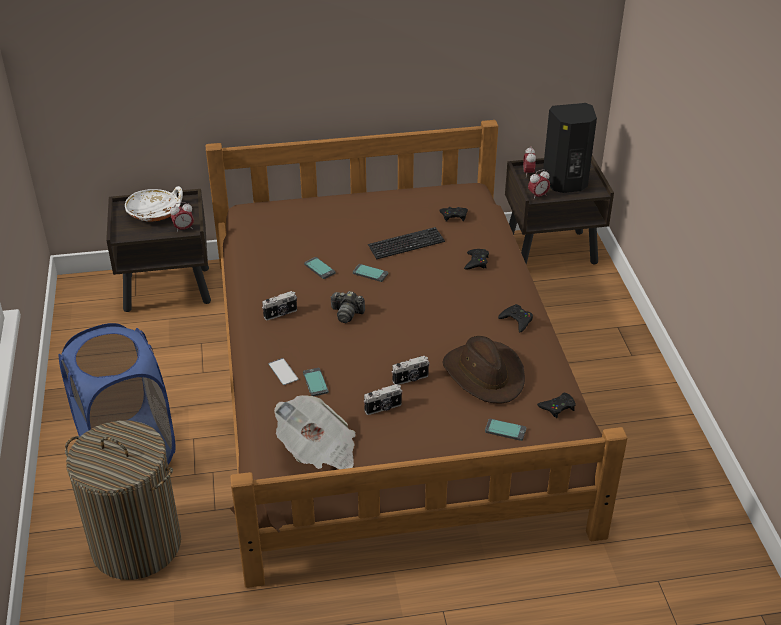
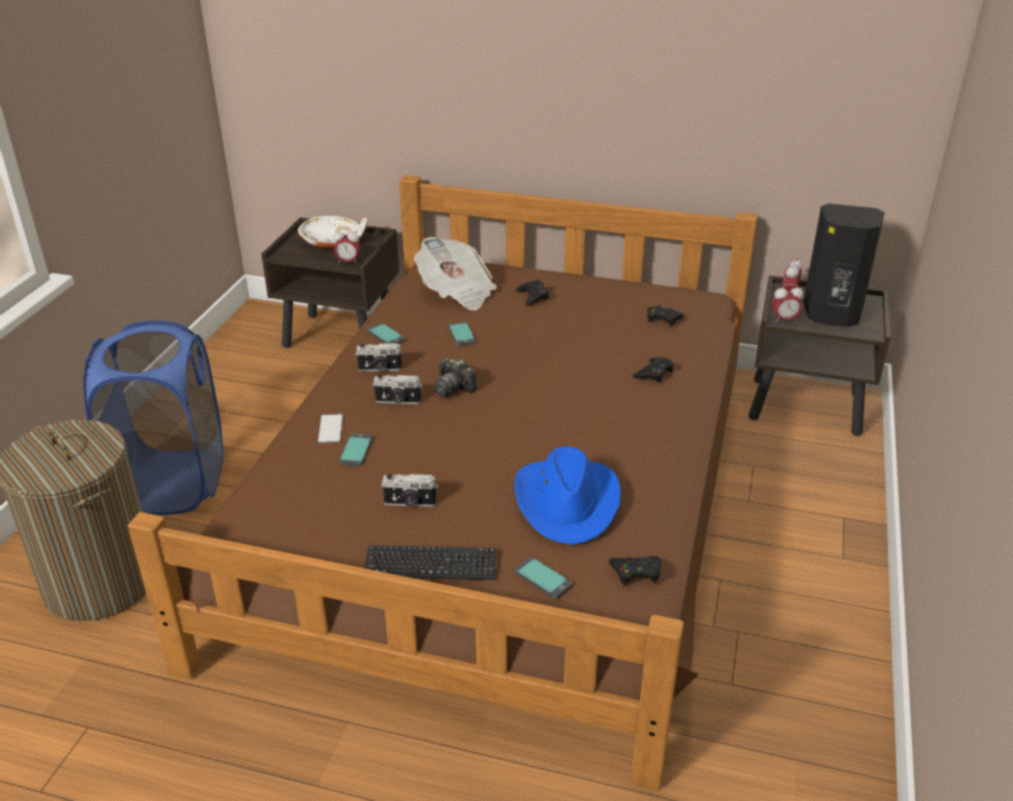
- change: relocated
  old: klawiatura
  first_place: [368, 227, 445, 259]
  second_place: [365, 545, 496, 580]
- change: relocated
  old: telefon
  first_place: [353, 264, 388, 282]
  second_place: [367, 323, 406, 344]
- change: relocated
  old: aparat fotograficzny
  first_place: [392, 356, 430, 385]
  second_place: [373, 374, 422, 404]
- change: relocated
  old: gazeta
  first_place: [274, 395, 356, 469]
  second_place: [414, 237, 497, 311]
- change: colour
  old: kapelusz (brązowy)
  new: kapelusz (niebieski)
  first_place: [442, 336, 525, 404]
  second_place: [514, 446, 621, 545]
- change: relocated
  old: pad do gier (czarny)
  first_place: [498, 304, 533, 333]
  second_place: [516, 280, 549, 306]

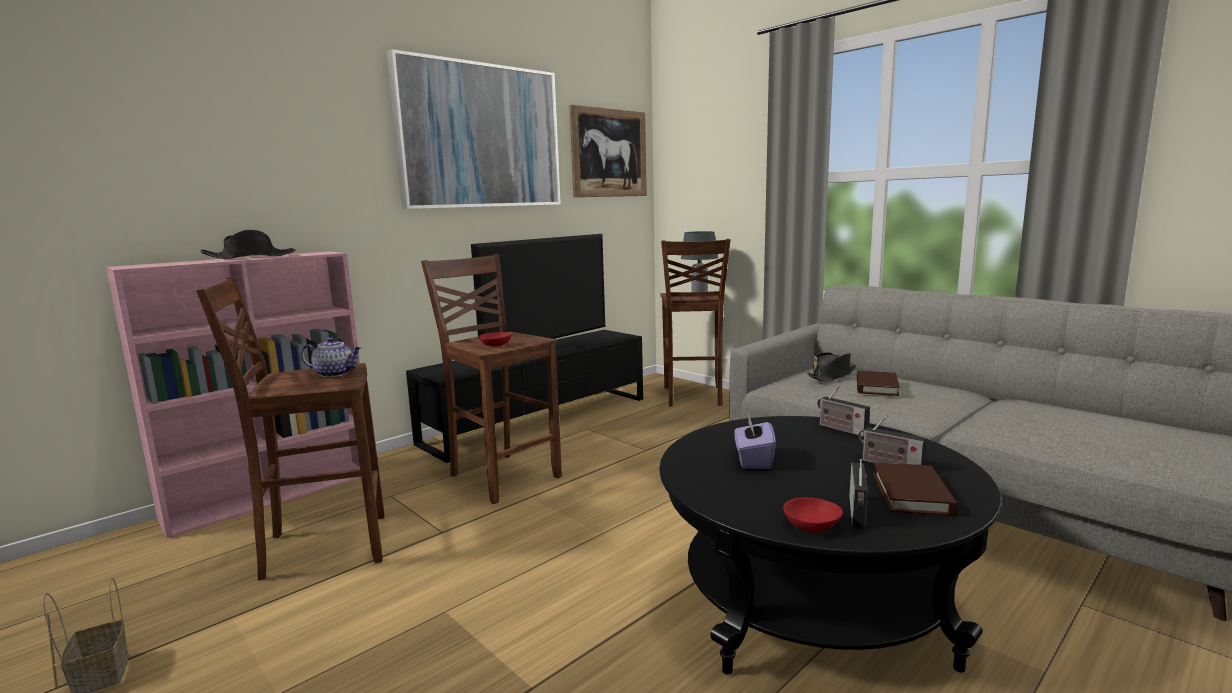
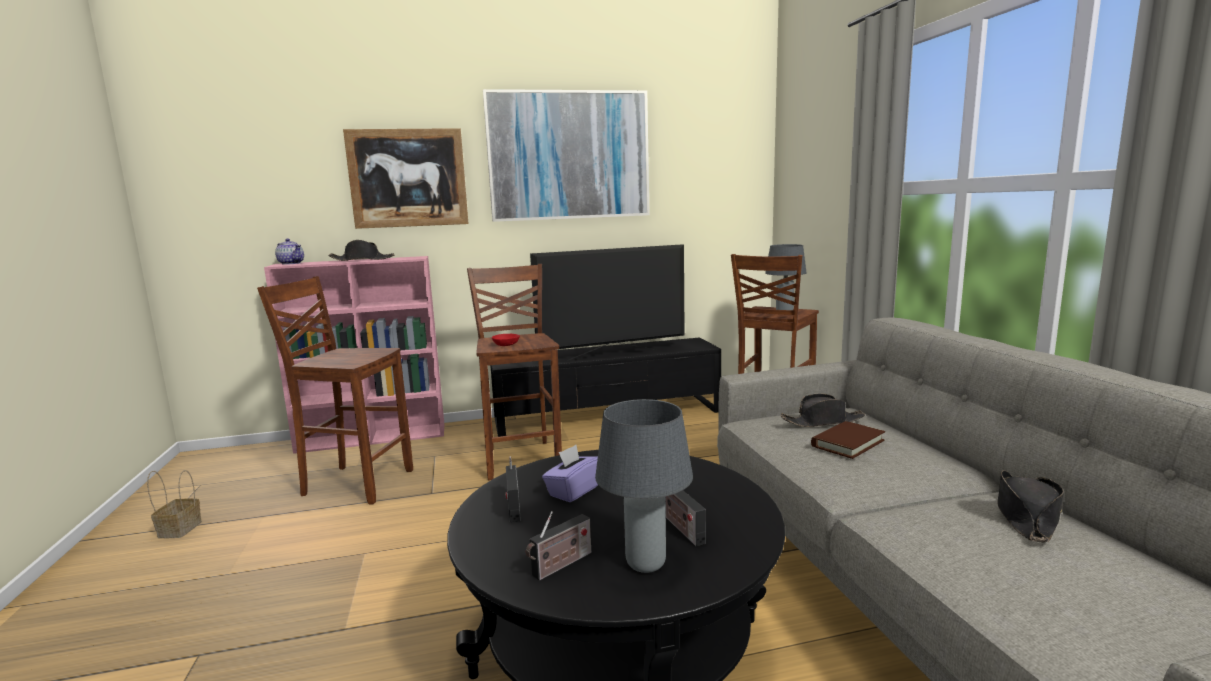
- change: relocated
  old: imbryk
  first_place: [301, 337, 362, 377]
  second_place: [275, 238, 304, 265]
- change: relocated
  old: obraz
  first_place: [569, 105, 647, 197]
  second_place: [343, 128, 468, 229]
- change: relocated
  old: radio
  first_place: [817, 386, 870, 437]
  second_place: [506, 456, 521, 522]
- change: exchanged
  old: książka (brązowy)
  new: lampa stołowa (szary)
  first_place: [873, 463, 958, 516]
  second_place: [595, 399, 693, 573]
- change: appeared
  new: kapelusz (czarny)
  second_place: [998, 470, 1064, 542]
- change: missing
  old: miska (czerwony)
  first_place: [783, 497, 843, 533]

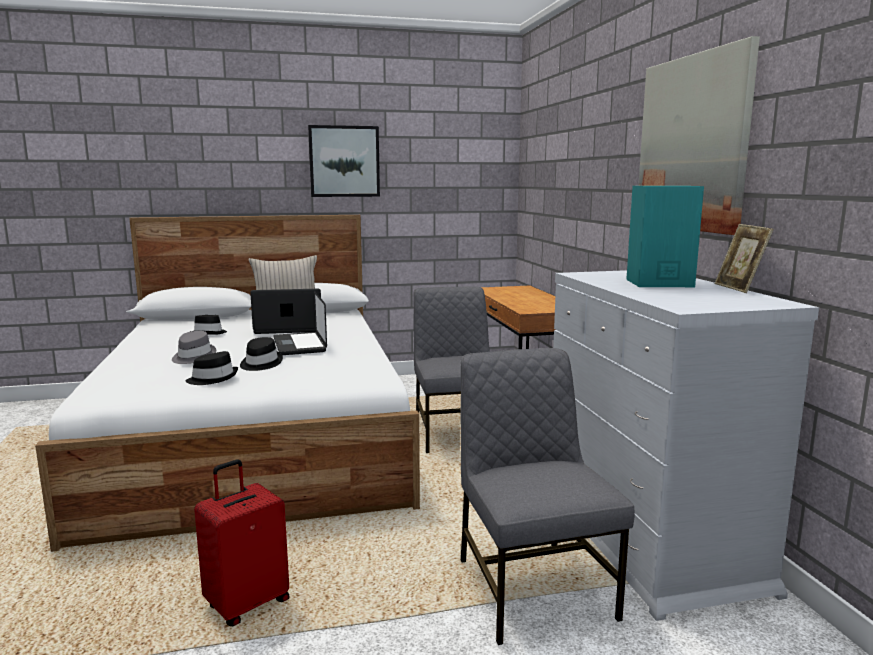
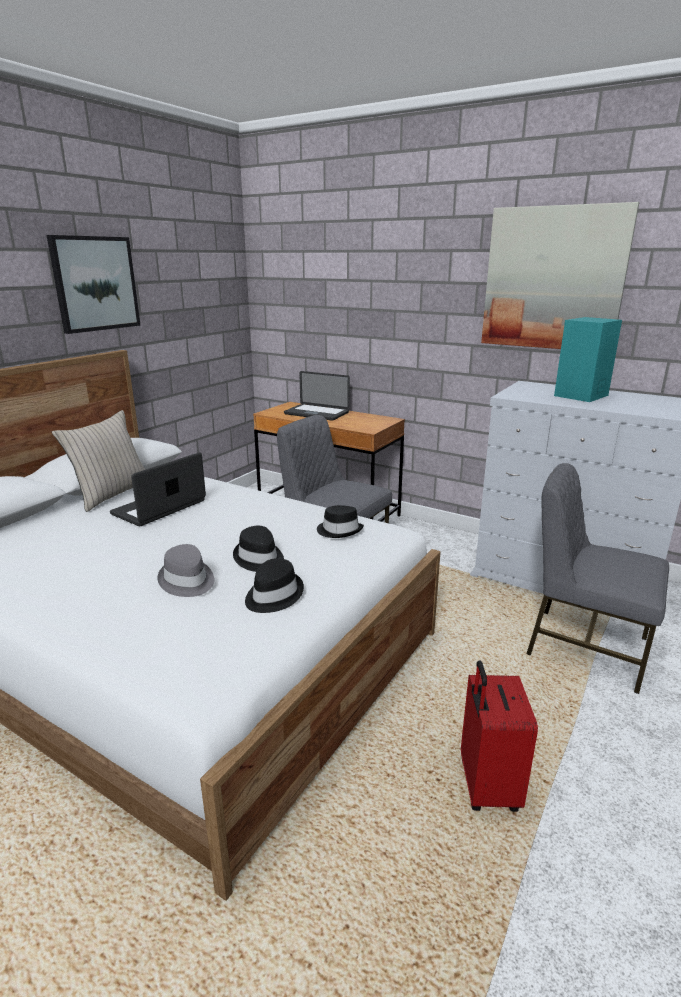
- change: relocated
  old: laptop
  first_place: [273, 291, 327, 355]
  second_place: [284, 371, 350, 421]
- change: relocated
  old: kapelusz (czarny)
  first_place: [190, 315, 227, 335]
  second_place: [317, 505, 364, 538]
- change: missing
  old: ramka na zdjęcie
  first_place: [715, 224, 774, 293]

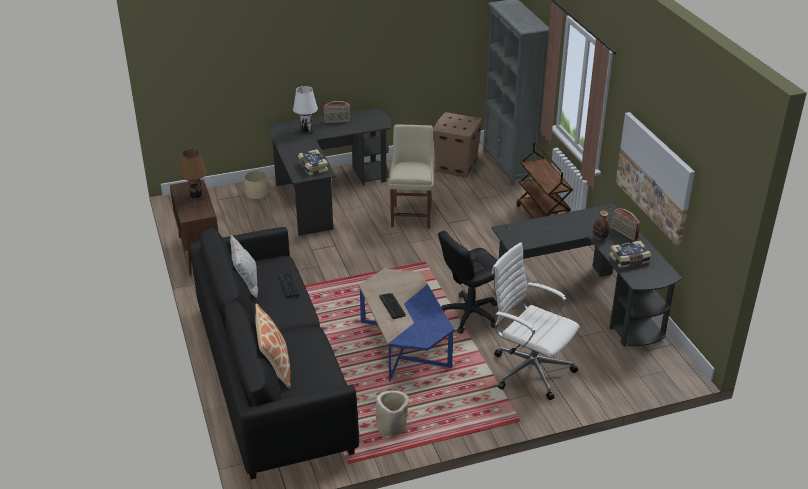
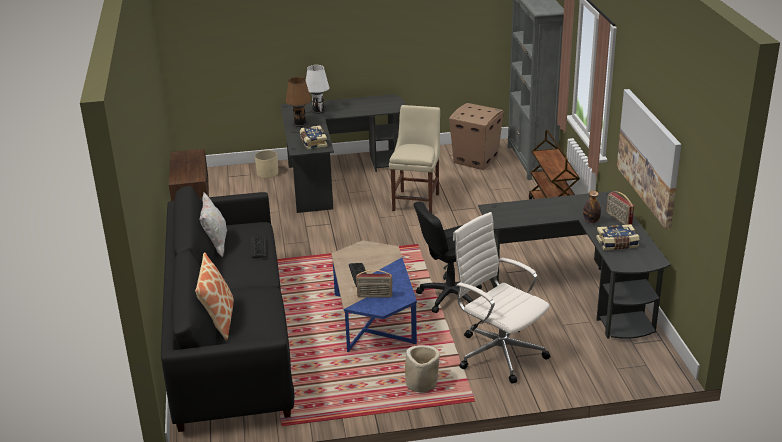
- change: relocated
  old: lampa stołowa (brązowy)
  first_place: [179, 149, 208, 209]
  second_place: [285, 77, 311, 133]
- change: relocated
  old: radio
  first_place: [323, 101, 350, 123]
  second_place: [356, 270, 393, 298]
- change: relocated
  old: donica (beżowy)
  first_place: [376, 391, 409, 436]
  second_place: [405, 345, 440, 392]

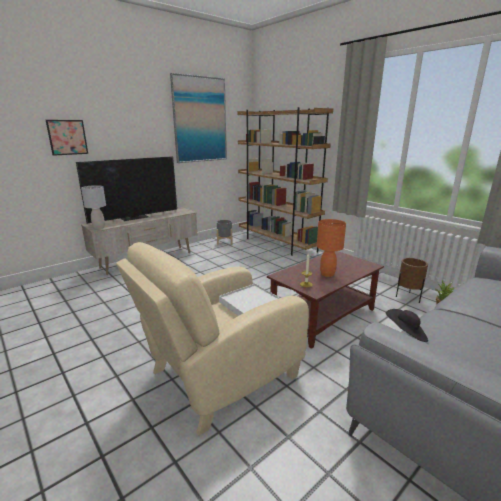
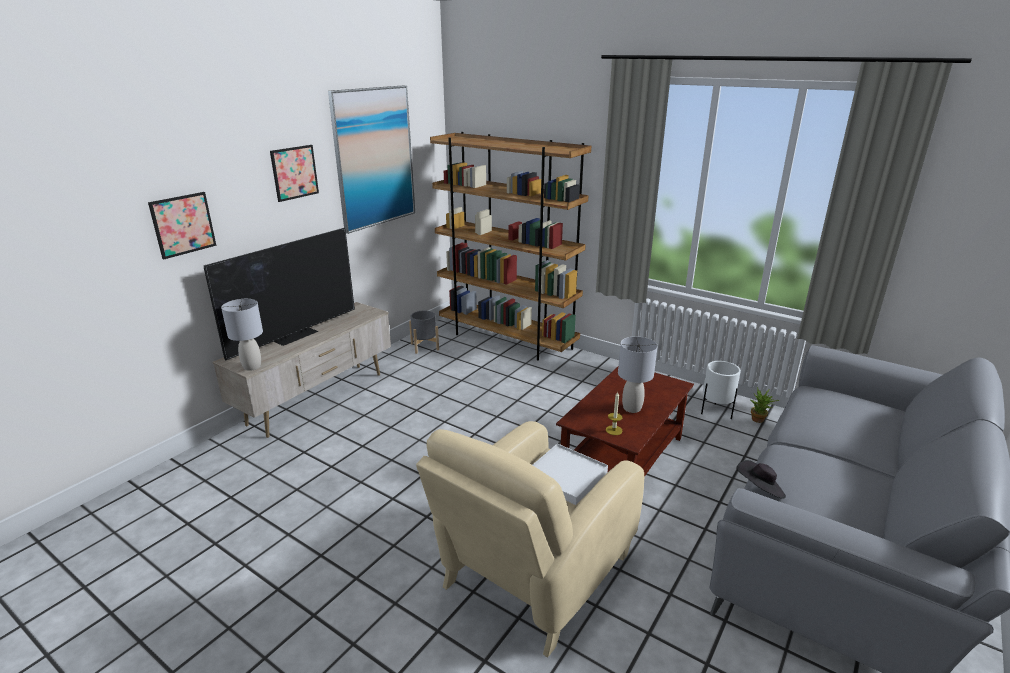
- change: appeared
  new: obraz
  second_place: [270, 145, 319, 202]
- change: colour
  old: lampa stołowa (pomarańczowy)
  new: lampa stołowa (szary)
  first_place: [317, 219, 346, 277]
  second_place: [618, 336, 657, 413]
- change: colour
  old: donica (brązowy)
  new: donica (biały)
  first_place: [396, 258, 428, 303]
  second_place: [701, 361, 741, 419]

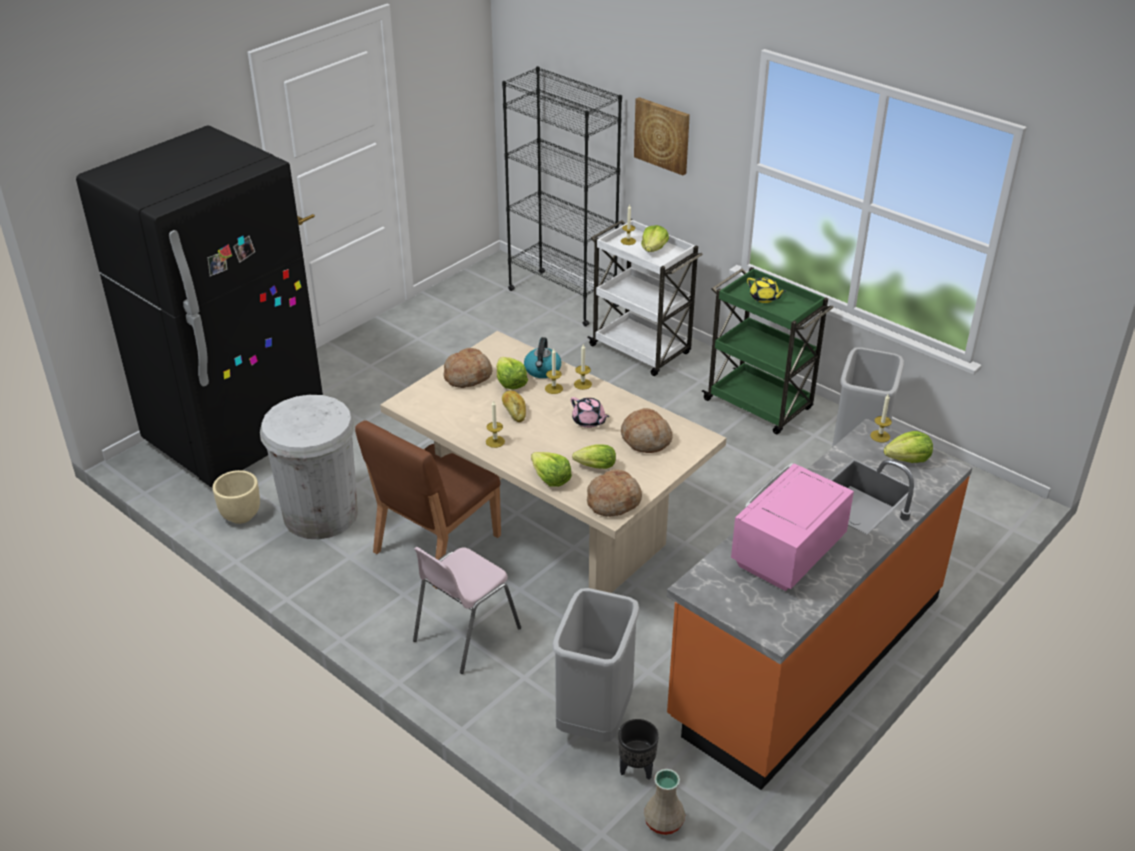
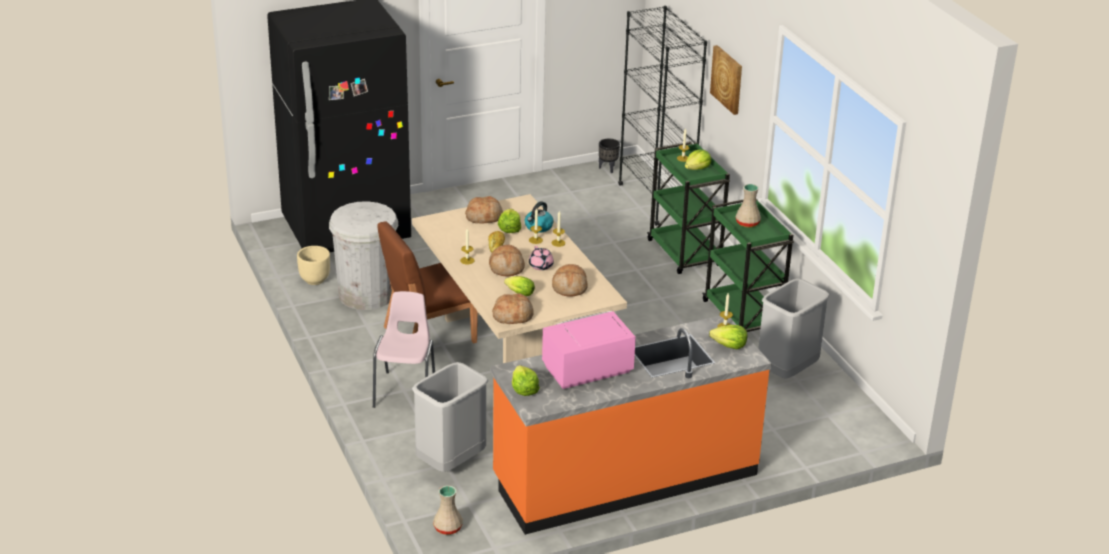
- change: spun
  old: krzesło (różowy)
  first_place: [413, 547, 521, 674]
  second_place: [373, 291, 435, 408]
  degrees: 120
- change: appeared
  new: chleb
  second_place: [489, 245, 525, 276]
- change: relocated
  old: sałata
  first_place: [531, 452, 572, 487]
  second_place: [512, 365, 540, 396]
- change: relocated
  old: donica (czarny)
  first_place: [618, 719, 659, 780]
  second_place: [599, 139, 620, 173]
- change: colour
  old: wózek (biały)
  new: wózek (zielony)
  first_place: [587, 219, 703, 376]
  second_place: [647, 142, 730, 274]
- change: exchanged
  old: imbryk (żółty)
  new: wazon (beżowy)
  first_place: [747, 277, 786, 303]
  second_place: [735, 184, 761, 228]

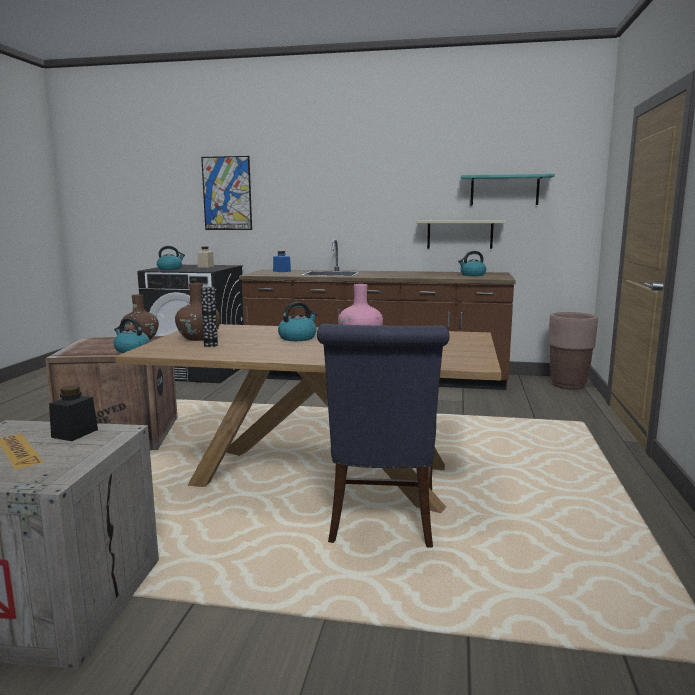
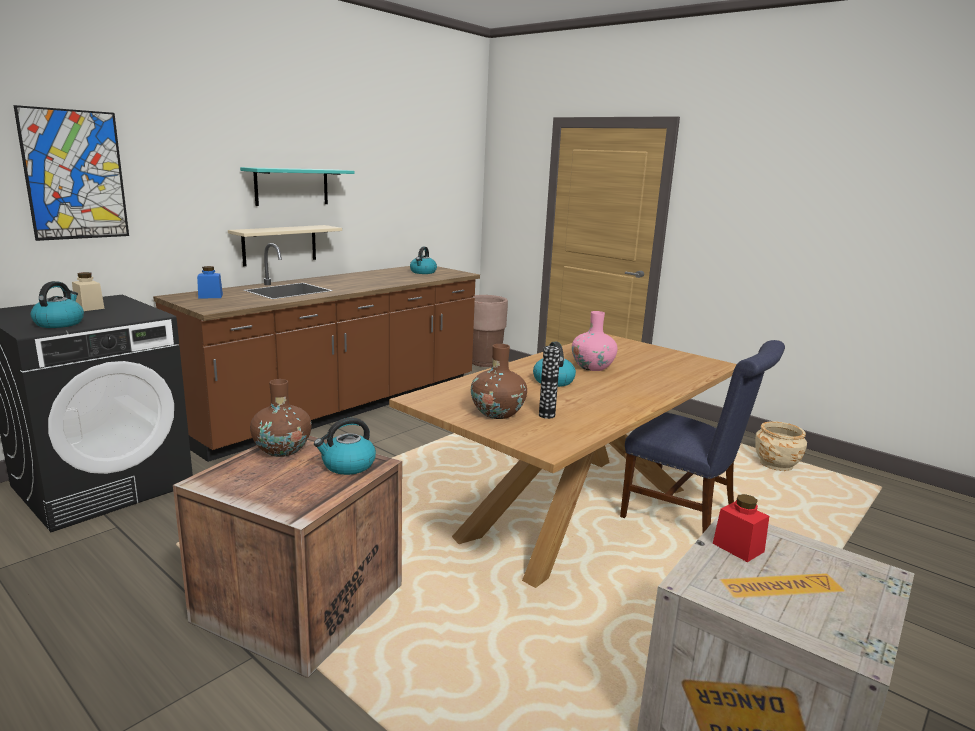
- change: relocated
  old: półka (beżowy)
  first_place: [416, 220, 506, 249]
  second_place: [228, 225, 342, 266]
- change: relocated
  old: półka (turkusowy)
  first_place: [461, 174, 555, 206]
  second_place: [240, 167, 354, 206]
- change: colour
  old: słoik (czarny)
  new: słoik (czerwony)
  first_place: [49, 386, 98, 441]
  second_place: [713, 494, 769, 562]
- change: appeared
  new: donica (beżowy)
  second_place: [755, 421, 807, 471]

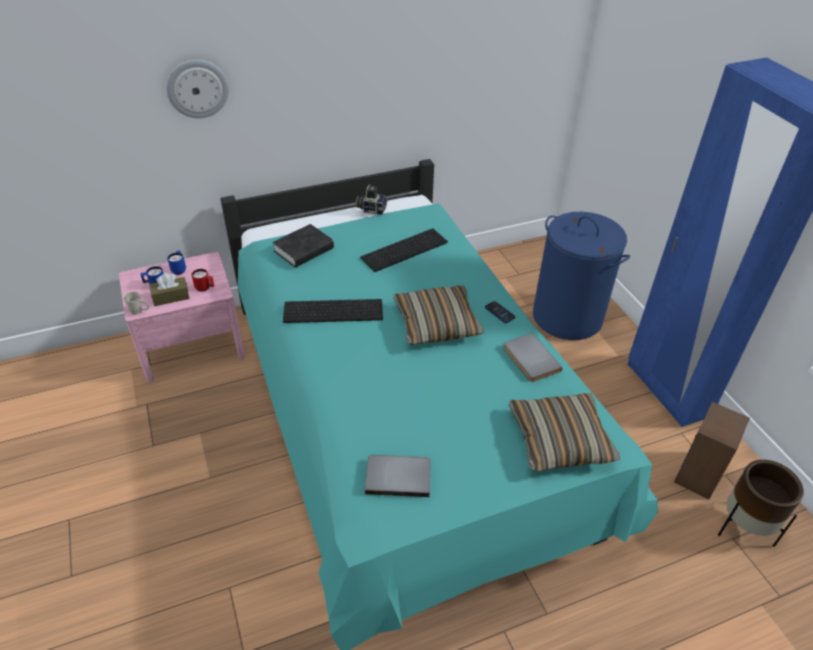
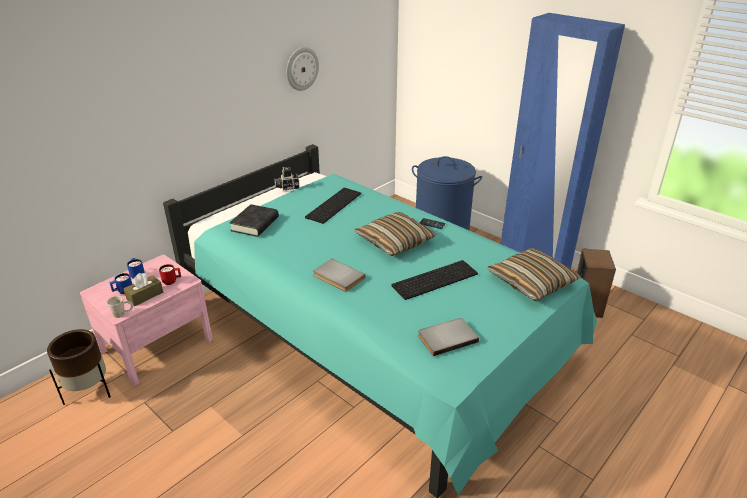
- change: relocated
  old: donica (brązowy)
  first_place: [718, 460, 804, 547]
  second_place: [47, 329, 111, 405]
- change: relocated
  old: zegar ścienny
  first_place: [166, 60, 229, 118]
  second_place: [286, 47, 319, 91]
- change: relocated
  old: książka (szary)
  first_place: [503, 333, 563, 382]
  second_place: [313, 259, 365, 292]
- change: relocated
  old: klawiatura
  first_place: [283, 299, 383, 323]
  second_place: [391, 260, 478, 300]

